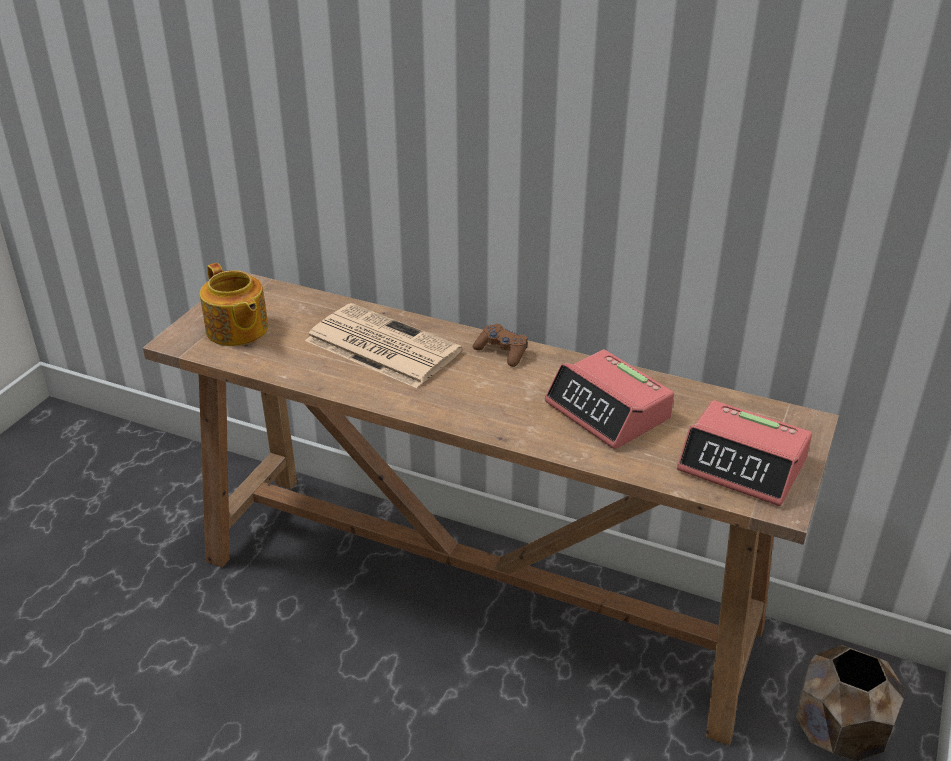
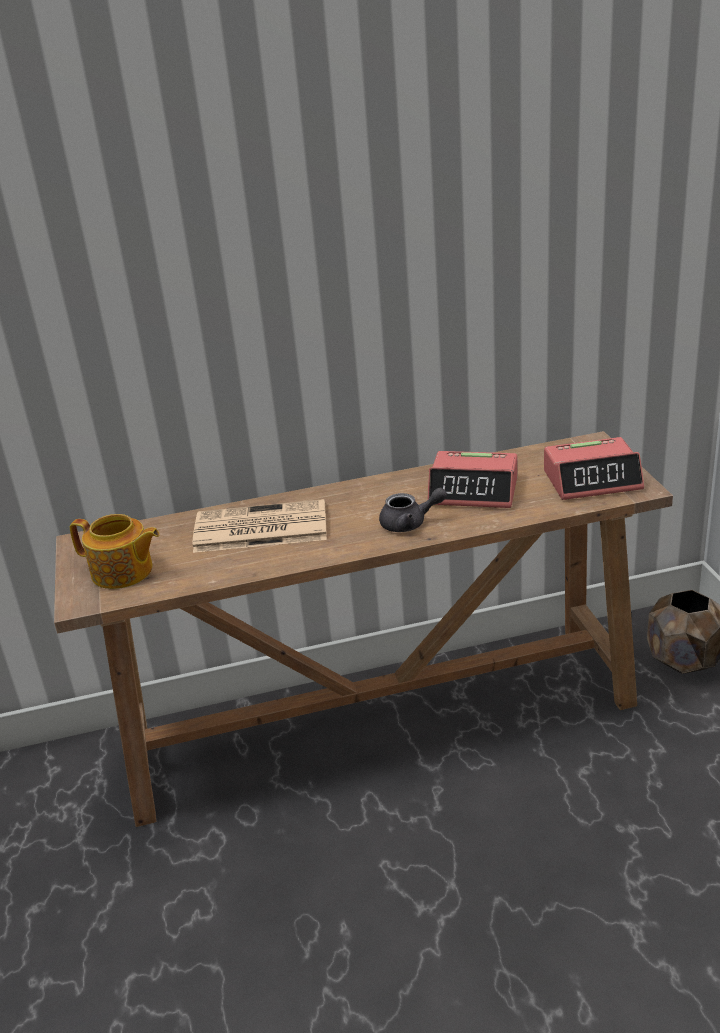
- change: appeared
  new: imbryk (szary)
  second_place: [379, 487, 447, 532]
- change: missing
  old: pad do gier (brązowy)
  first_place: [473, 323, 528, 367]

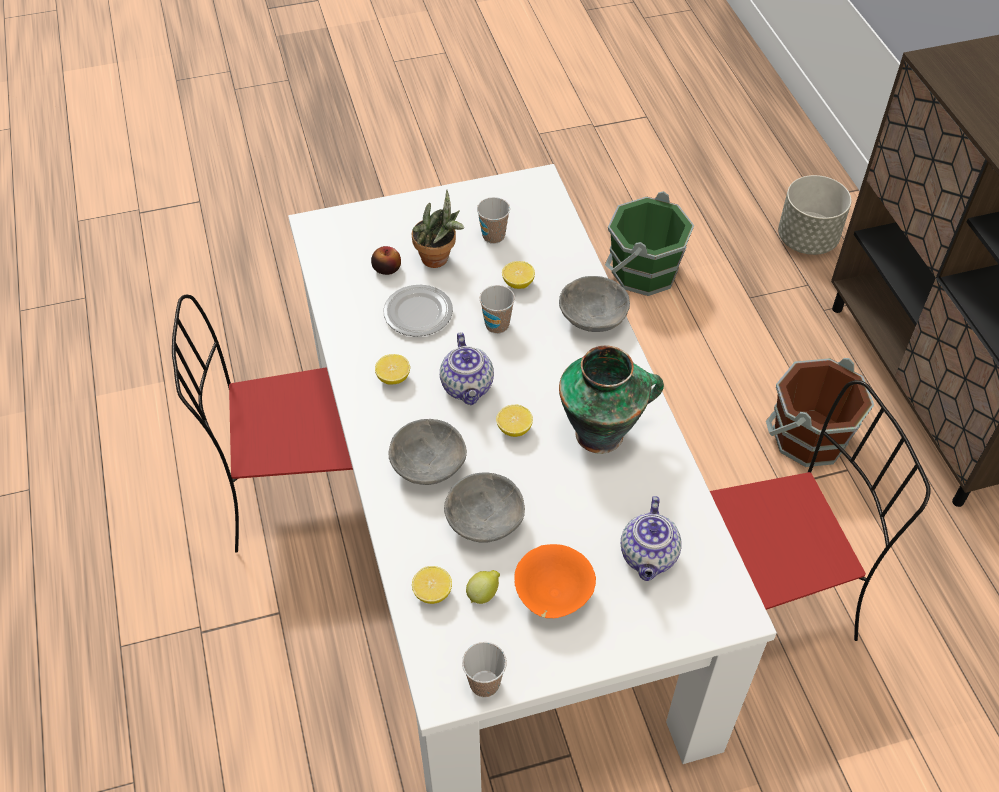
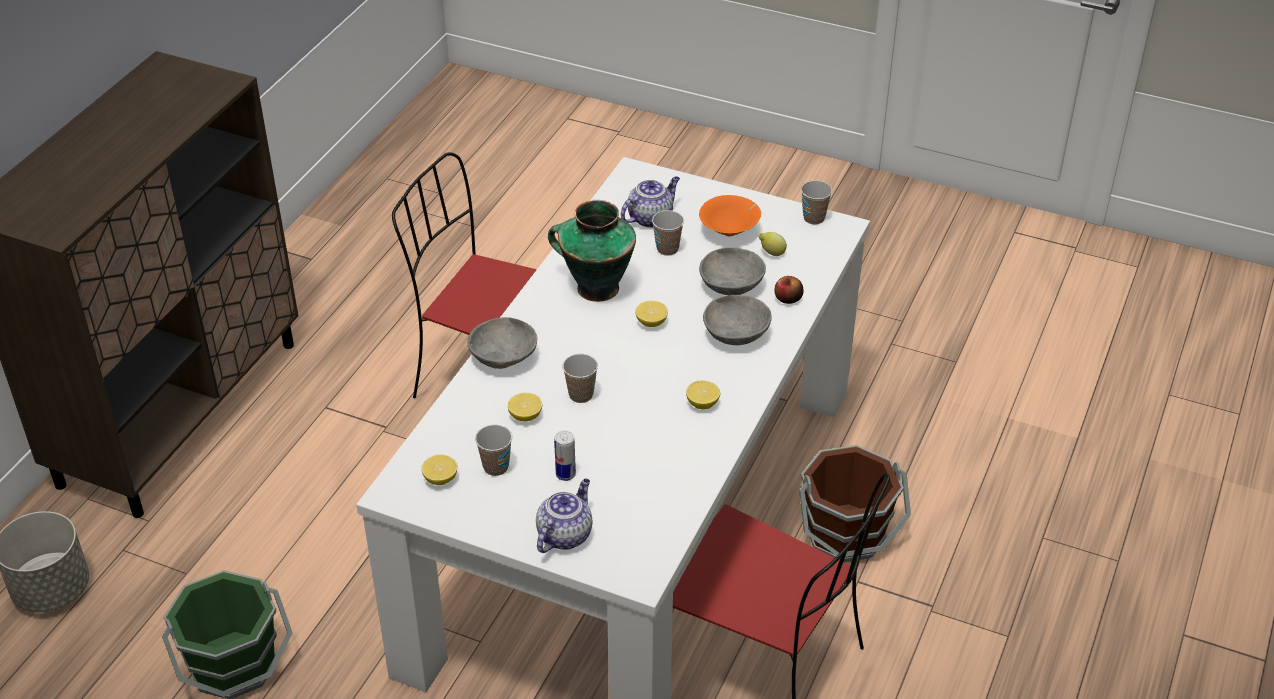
- change: relocated
  old: cytryna
  first_place: [412, 566, 452, 604]
  second_place: [421, 455, 458, 485]
- change: relocated
  old: imbryk
  first_place: [440, 333, 494, 405]
  second_place: [536, 478, 592, 553]
- change: exchanged
  old: roślina doniczkowa
  new: puszka
  first_place: [412, 190, 464, 268]
  second_place: [554, 430, 576, 481]
- change: appeared
  new: filiżanka
  second_place: [652, 210, 684, 256]
- change: relocated
  old: jabłko
  first_place: [371, 246, 401, 275]
  second_place: [774, 276, 804, 304]
- change: relocated
  old: wiadro (brązowy)
  first_place: [766, 358, 874, 467]
  second_place: [799, 445, 911, 562]
- change: missing
  old: talerz
  first_place: [383, 284, 453, 337]

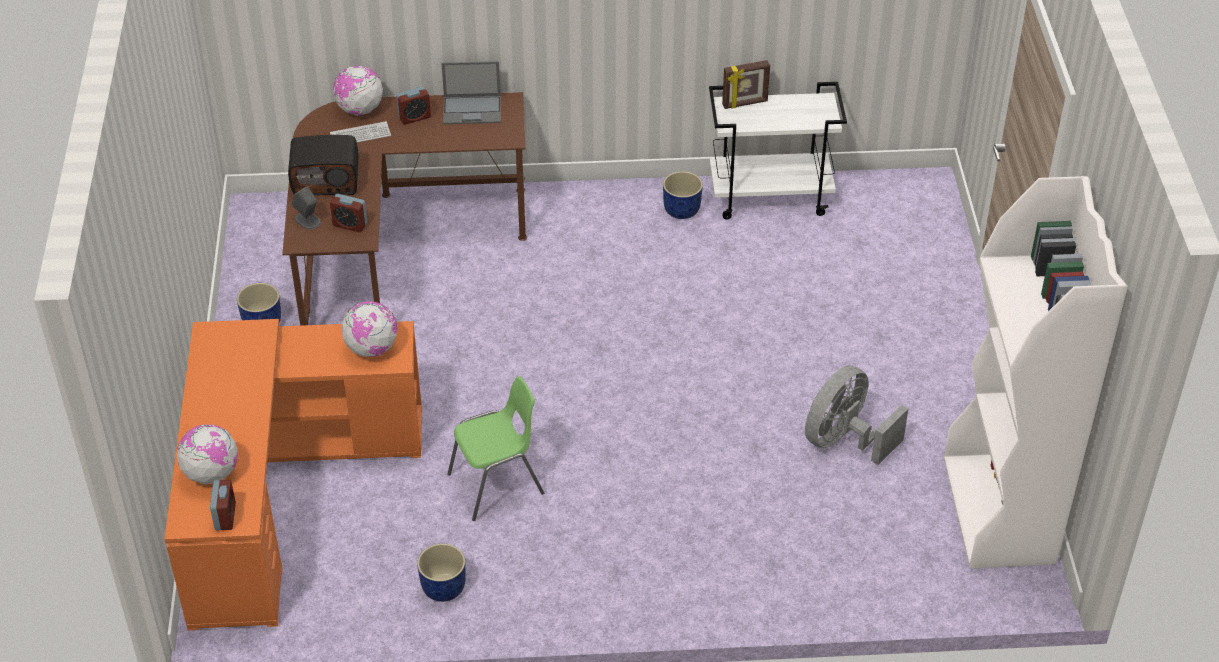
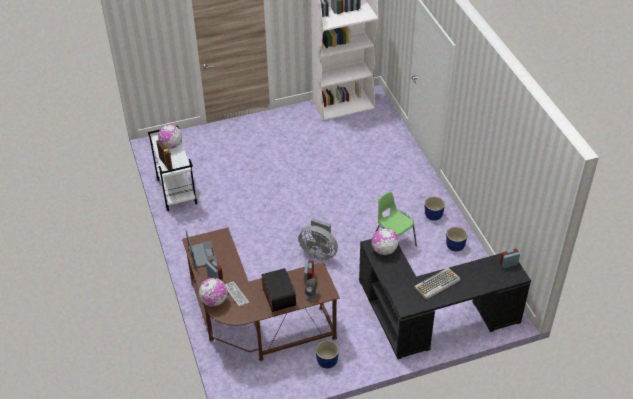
- change: relocated
  old: globus
  first_place: [177, 424, 238, 485]
  second_place: [158, 125, 182, 148]
- change: relocated
  old: wentylator (szary)
  first_place: [805, 365, 908, 465]
  second_place: [299, 218, 338, 260]
- change: colour
  old: biurko (pomarańczowy)
  new: biurko (czarny)
  first_place: [164, 319, 422, 630]
  second_place: [359, 239, 531, 359]
- change: appeared
  new: klawiatura
  second_place: [414, 268, 460, 300]
- change: relocated
  old: donica (niebieski)
  first_place: [663, 171, 703, 219]
  second_place: [425, 197, 445, 221]

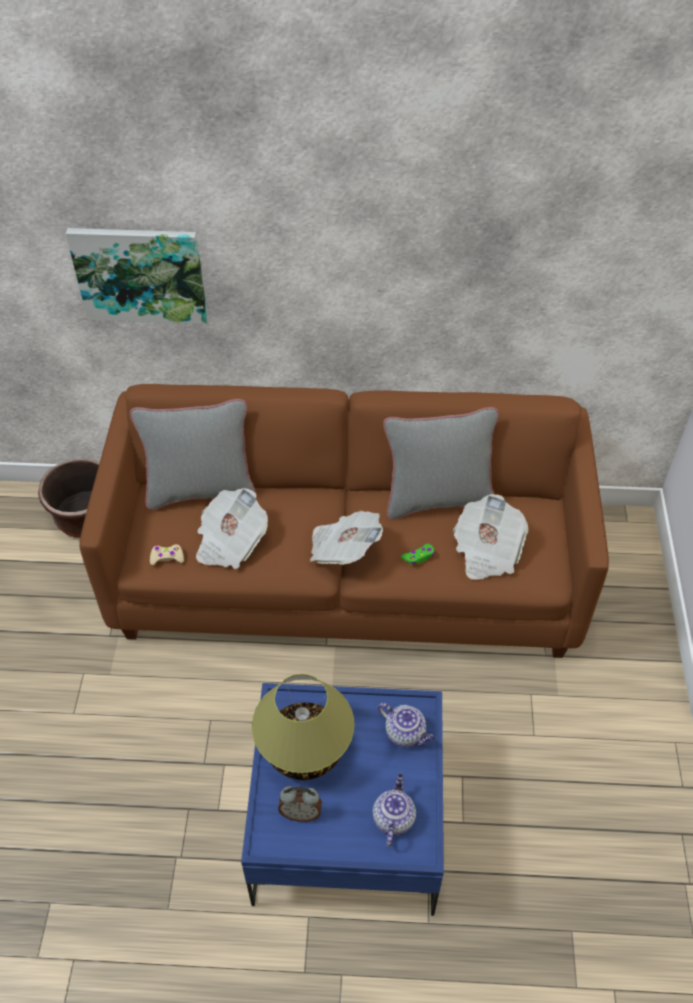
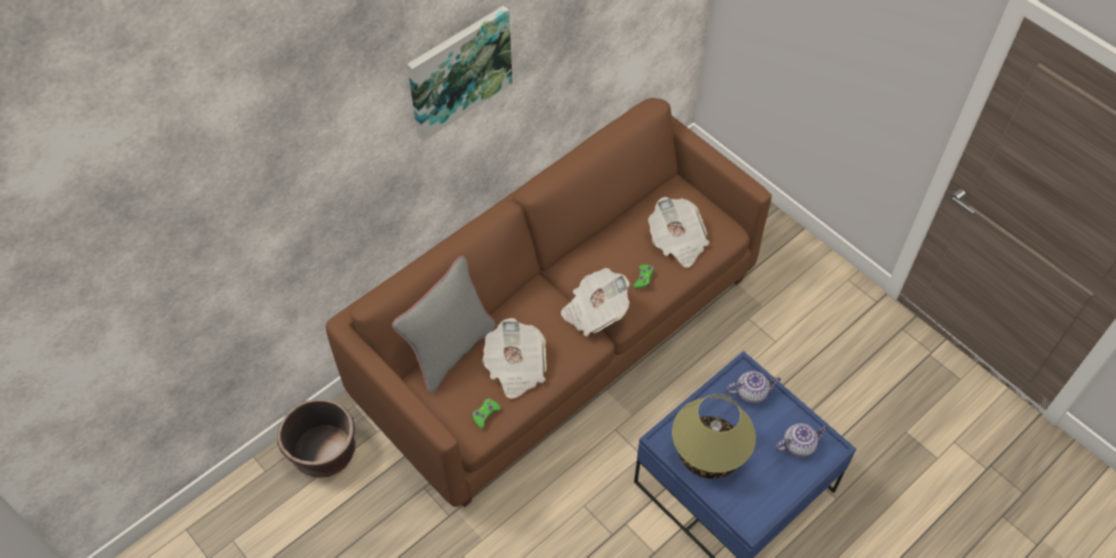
- change: relocated
  old: obraz
  first_place: [65, 228, 208, 324]
  second_place: [407, 6, 513, 141]
- change: colour
  old: pad do gier (beżowy)
  new: pad do gier (zielony)
  first_place: [150, 544, 184, 565]
  second_place: [472, 398, 501, 428]
- change: spun
  old: imbryk
  first_place: [372, 773, 416, 847]
  second_place: [776, 423, 828, 458]
  degrees: 105
- change: missing
  old: budzik
  first_place: [278, 786, 322, 822]
- change: missing
  old: poduszka (szary)
  first_place: [383, 407, 499, 520]

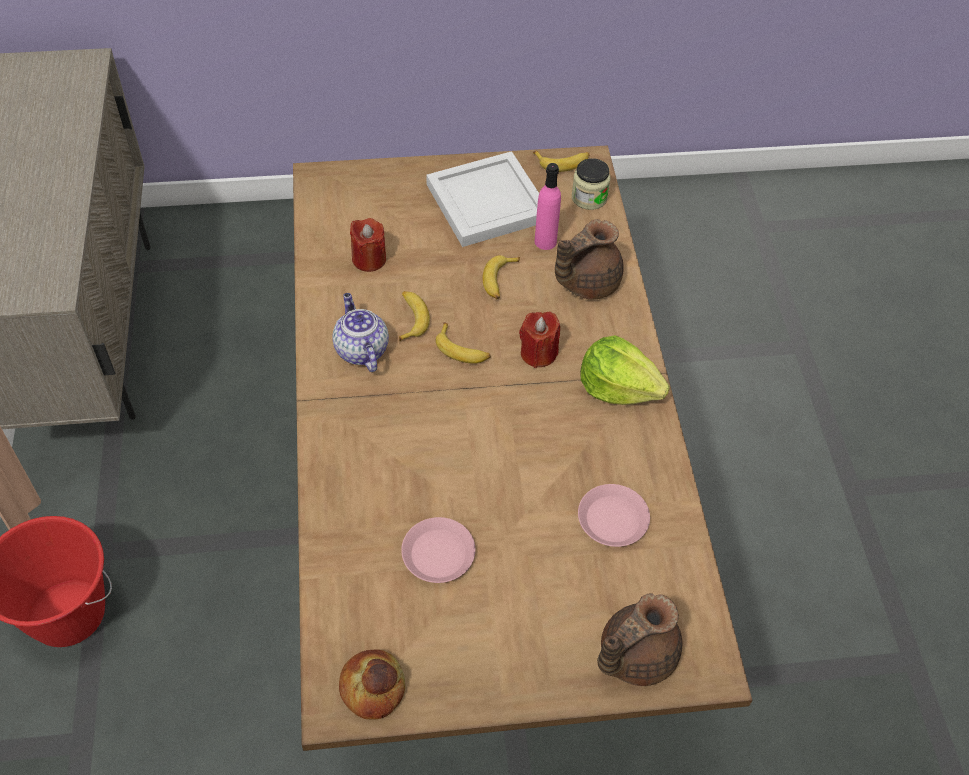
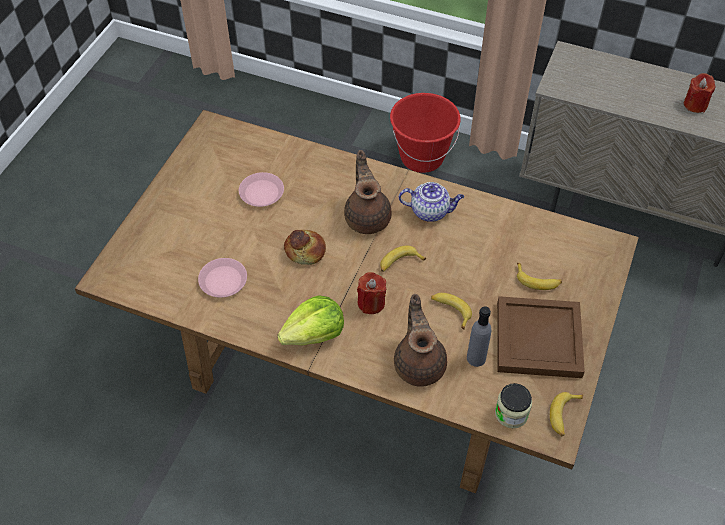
- change: relocated
  old: chleb
  first_place: [339, 650, 405, 719]
  second_place: [284, 230, 326, 265]
- change: relocated
  old: imbryk (brązowy)
  first_place: [597, 593, 682, 686]
  second_place: [344, 150, 392, 234]
- change: colour
  old: butelka (różowy)
  new: butelka (szary)
  first_place: [535, 163, 561, 250]
  second_place: [467, 306, 491, 367]
- change: colour
  old: taca (biały)
  new: taca (brązowy)
  first_place: [426, 151, 539, 247]
  second_place: [497, 296, 585, 378]
- change: relocated
  old: banan
  first_place: [399, 291, 430, 341]
  second_place: [517, 263, 562, 290]
- change: relocated
  old: świeca (czerwony)
  first_place: [350, 218, 386, 272]
  second_place: [684, 73, 716, 113]

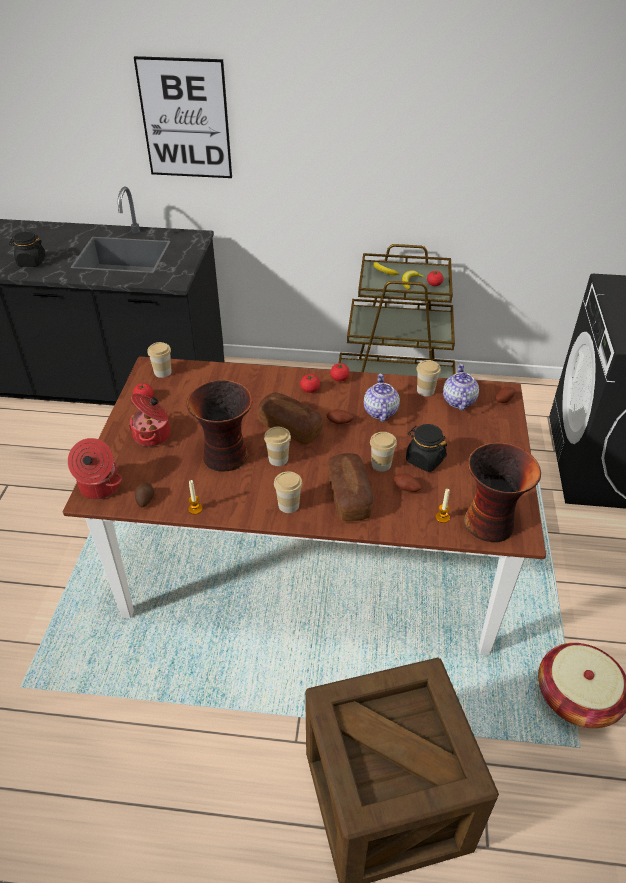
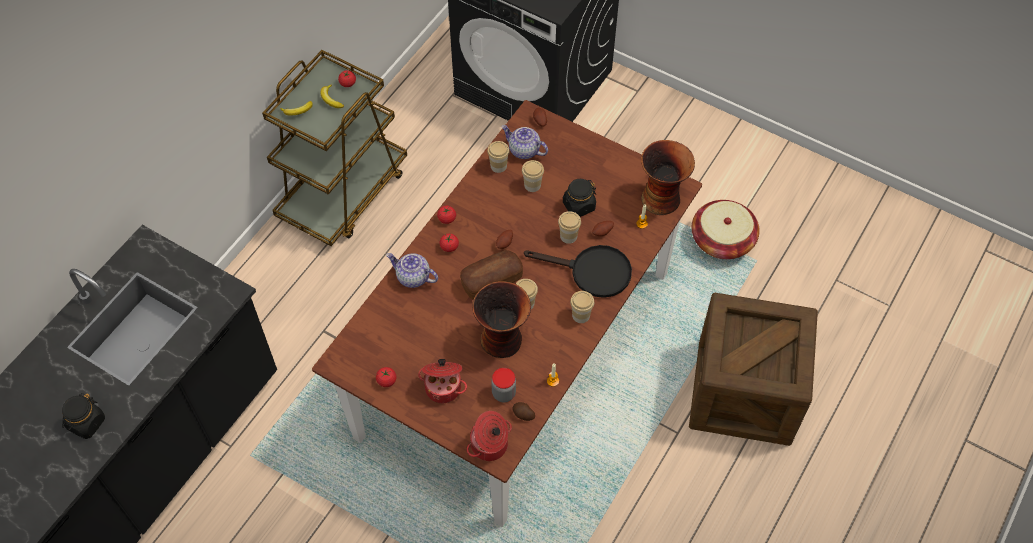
- change: relocated
  old: imbryk
  first_place: [364, 374, 400, 422]
  second_place: [386, 253, 438, 288]
- change: appeared
  new: słoik
  second_place: [491, 368, 516, 402]
- change: relocated
  old: filiżanka
  first_place: [147, 342, 172, 378]
  second_place: [522, 160, 544, 192]
- change: exchanged
  old: chleb
  new: patelnia (czarny)
  first_place: [328, 453, 374, 521]
  second_place: [524, 245, 632, 298]
- change: missing
  old: obraz
  first_place: [134, 56, 232, 178]

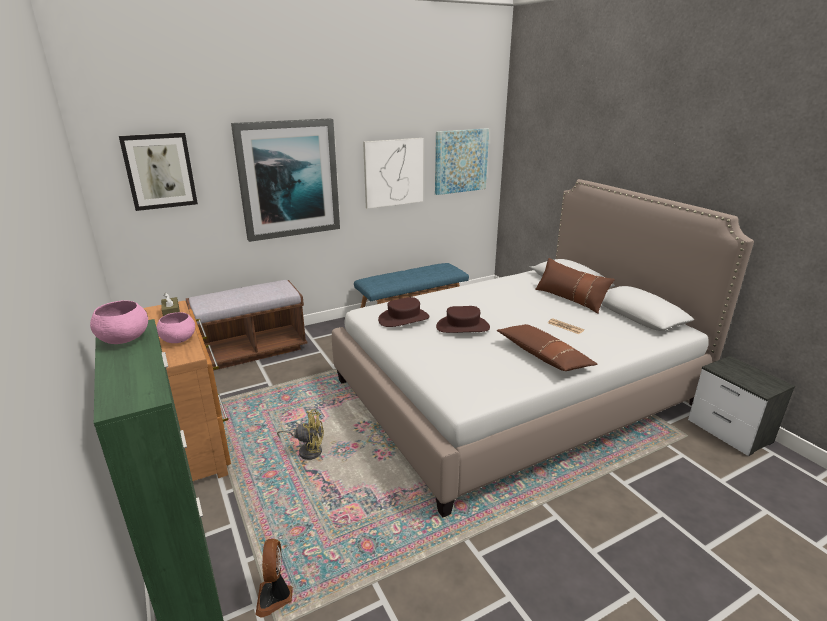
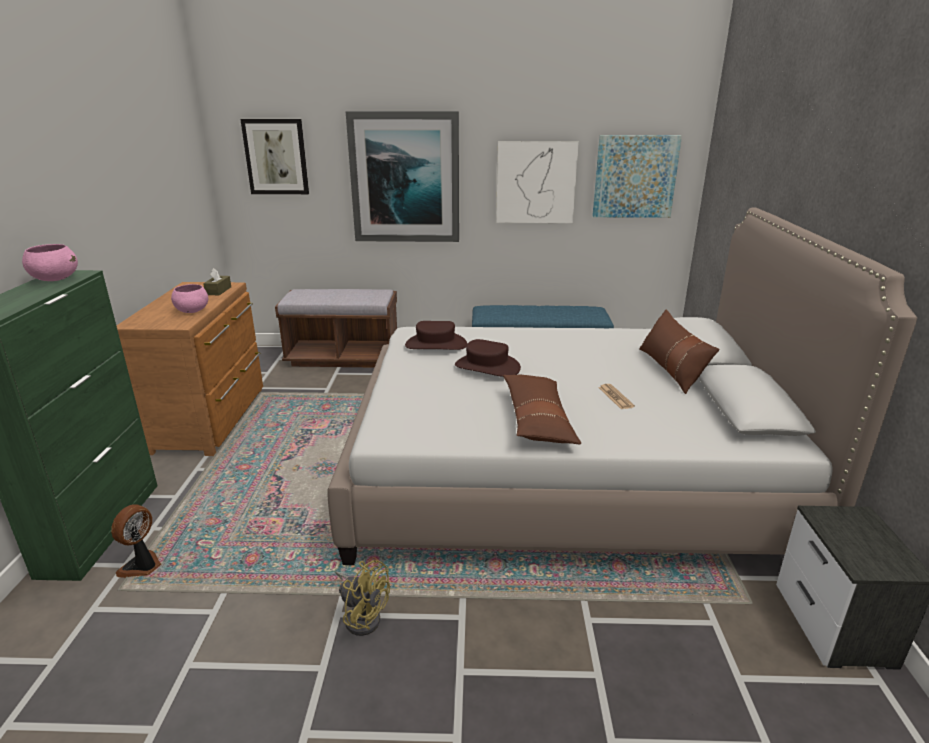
- change: relocated
  old: wentylator (żółty)
  first_place: [277, 409, 324, 460]
  second_place: [335, 560, 390, 636]

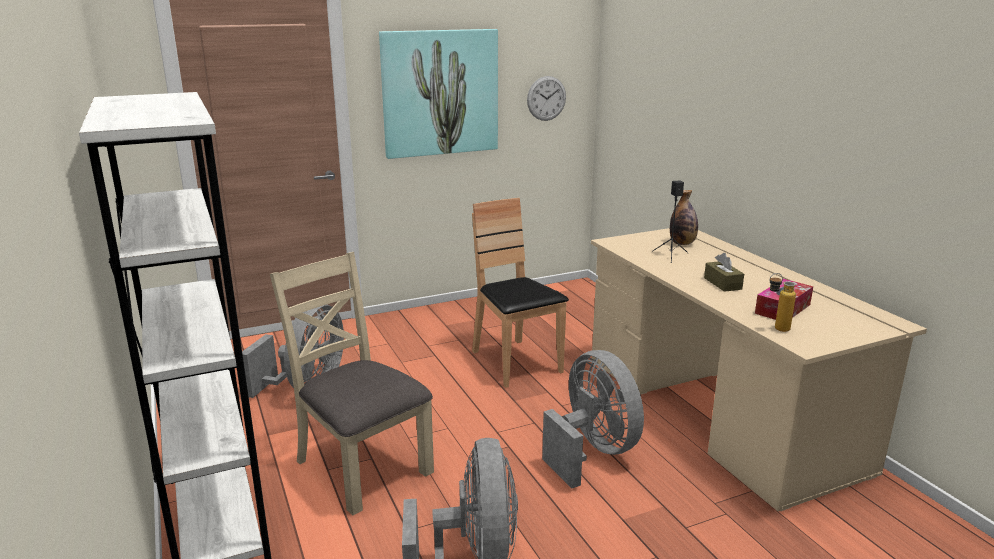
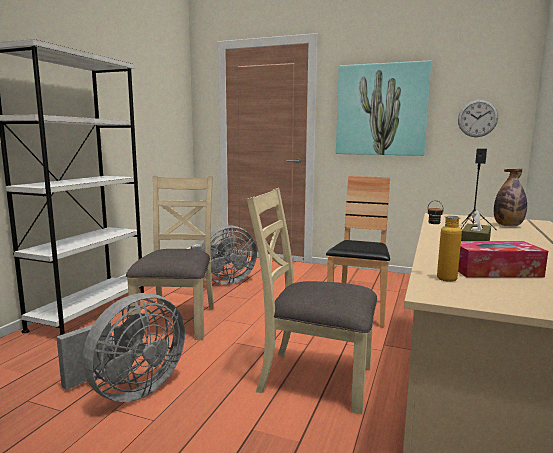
- change: exchanged
  old: wentylator (szary)
  new: krzesło (beżowy)
  first_place: [542, 350, 644, 489]
  second_place: [247, 188, 377, 414]

